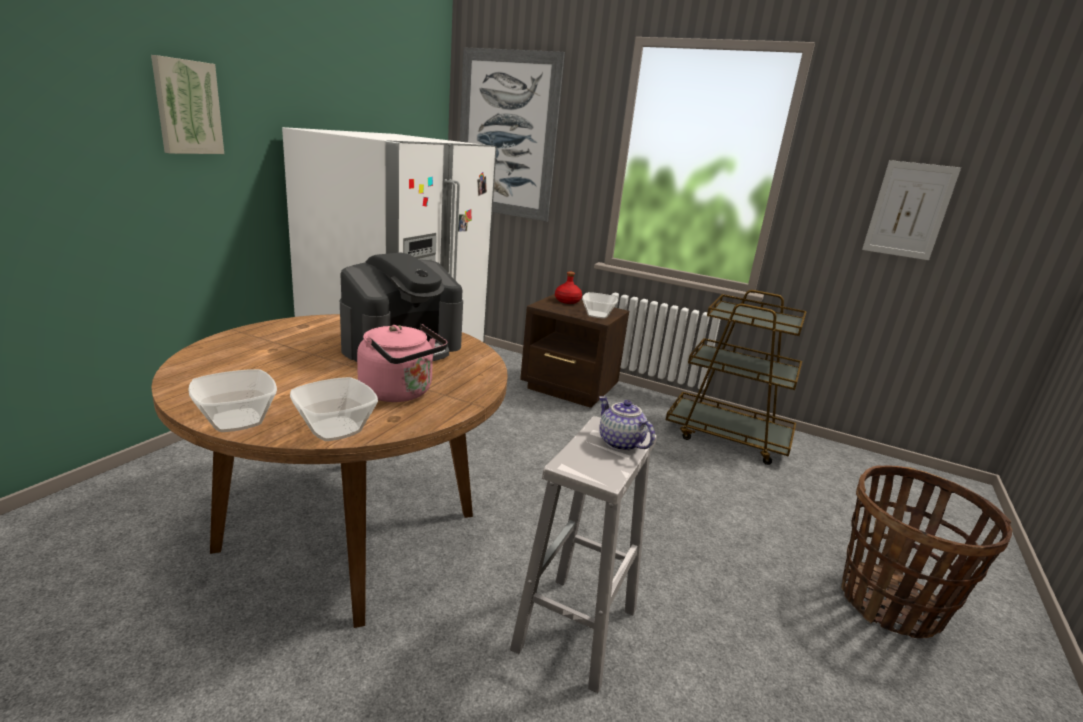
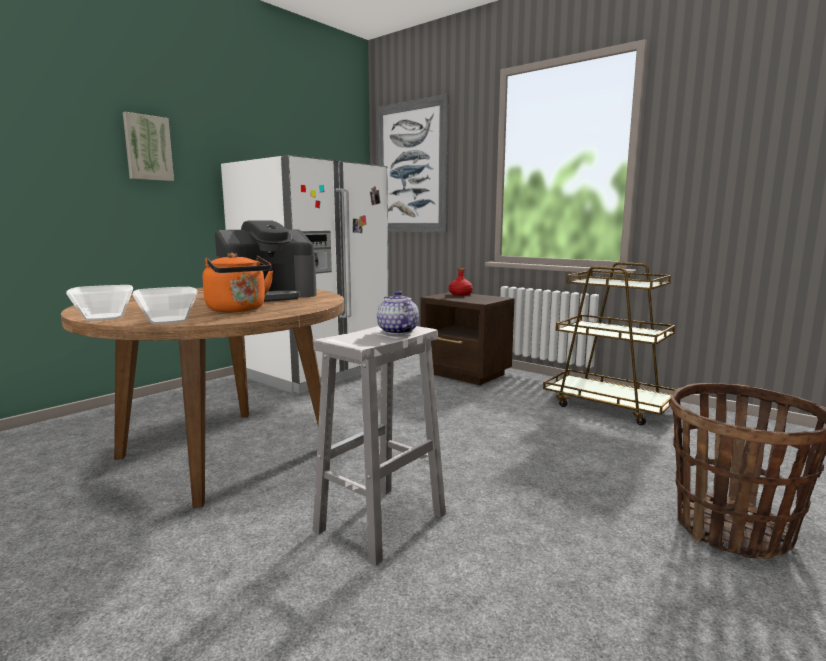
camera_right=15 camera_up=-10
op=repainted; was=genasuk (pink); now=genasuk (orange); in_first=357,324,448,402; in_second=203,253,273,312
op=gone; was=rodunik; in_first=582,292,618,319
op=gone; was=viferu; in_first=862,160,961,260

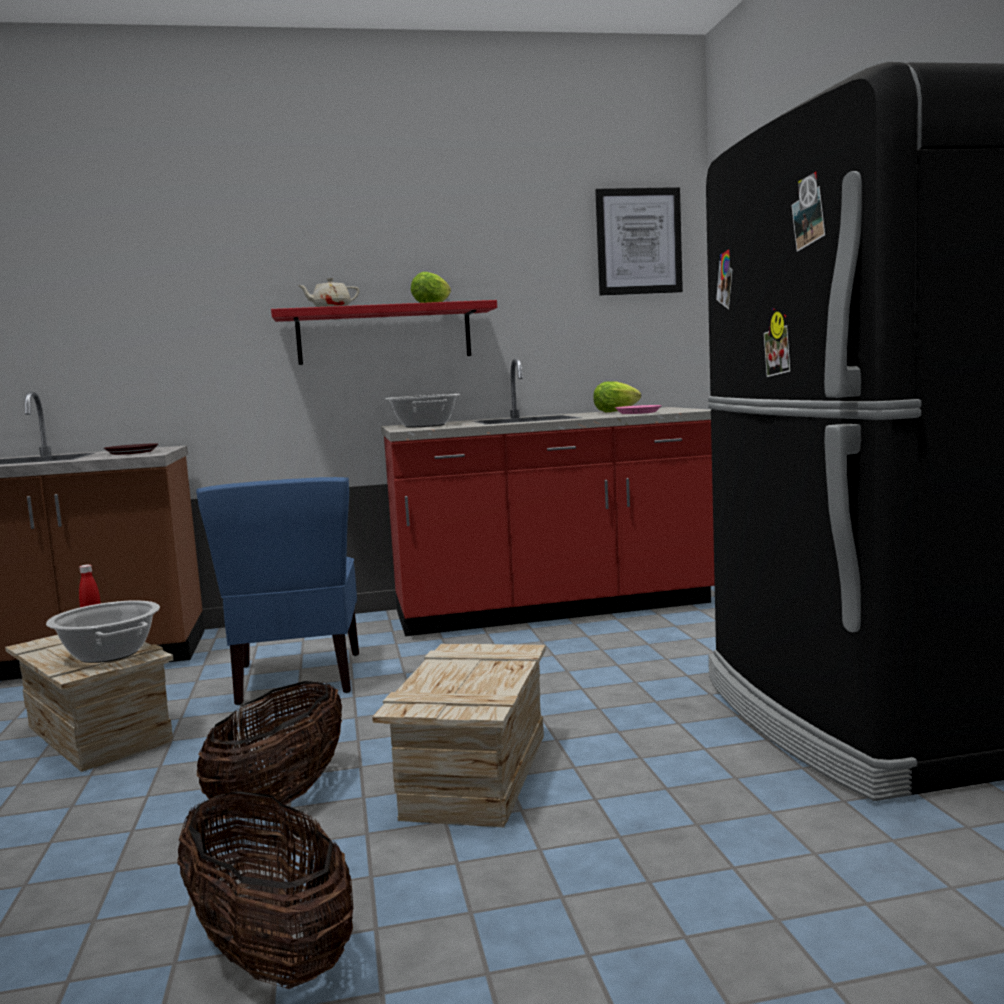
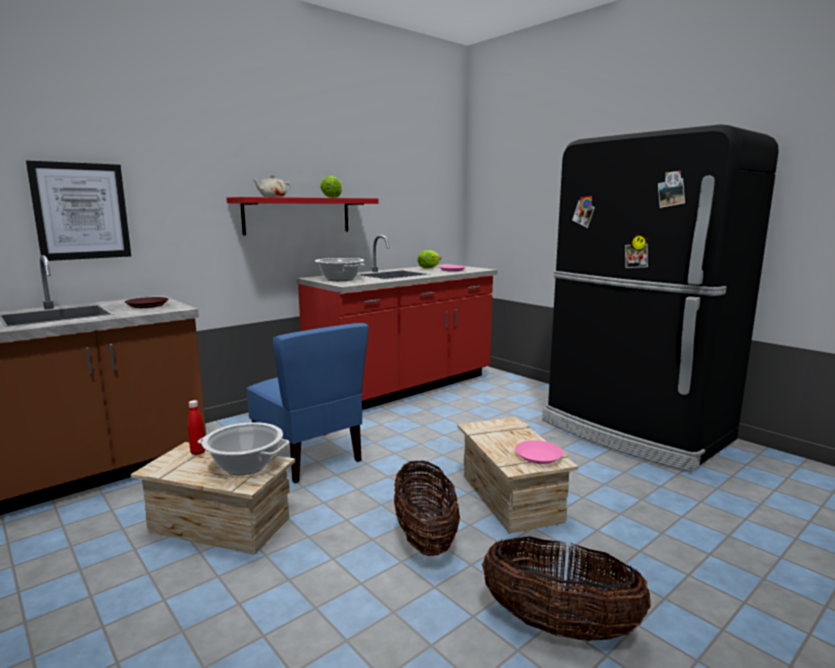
camera_right=-30 camera_up=5
op=shifted; was=viferu; in_first=595,187,683,296; in_second=26,160,131,261
op=new; now=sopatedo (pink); in_second=515,440,564,464

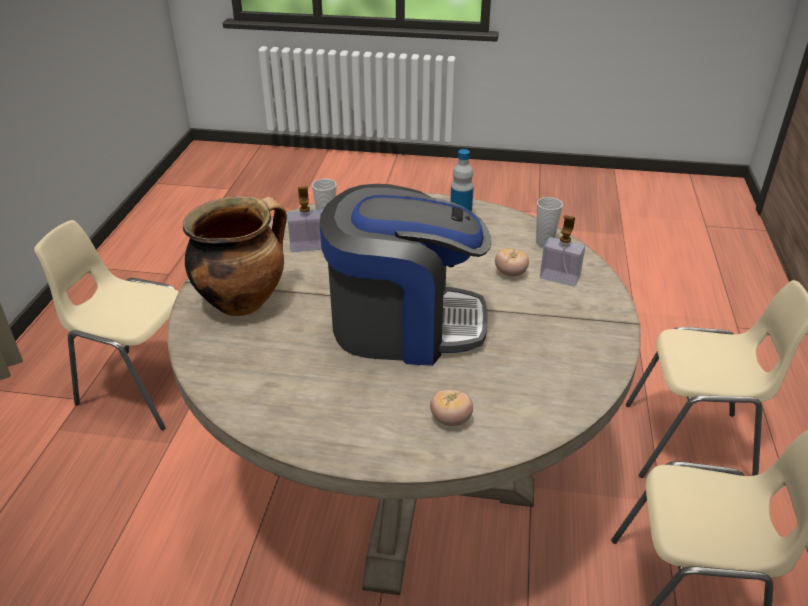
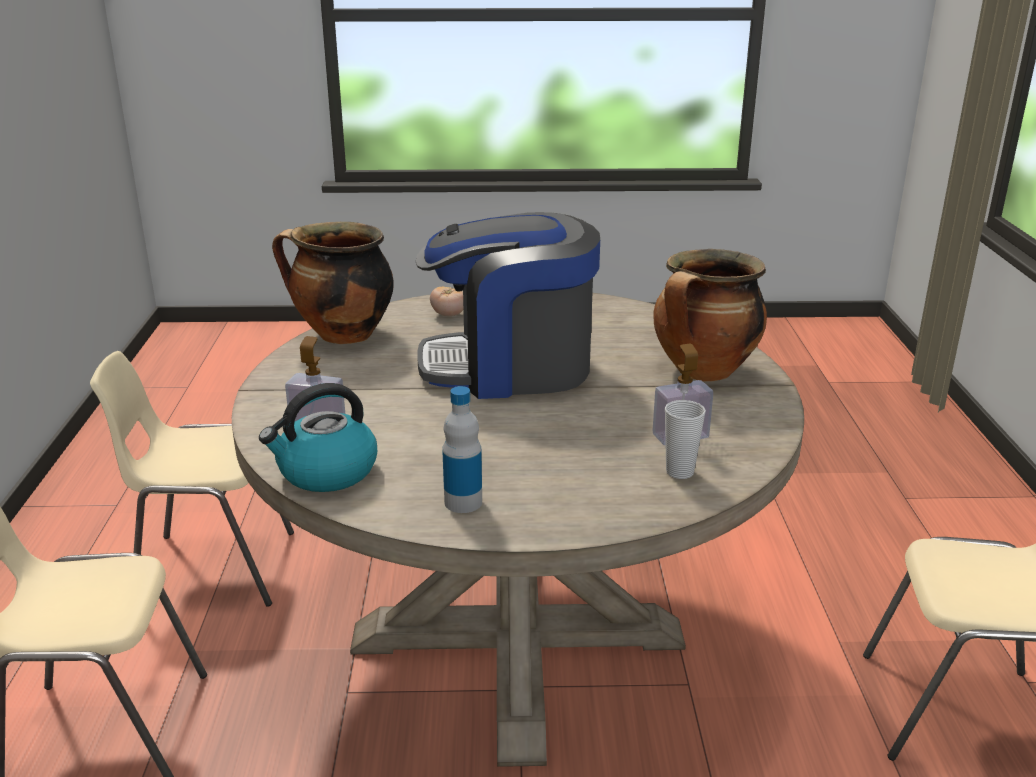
camera_right=170 camera_up=-10
op=swapped; was=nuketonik; now=genasuk; in_first=536,197,563,247; in_second=259,383,377,492
op=new; now=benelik; in_second=272,222,394,344
op=gone; was=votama; in_first=495,249,529,277

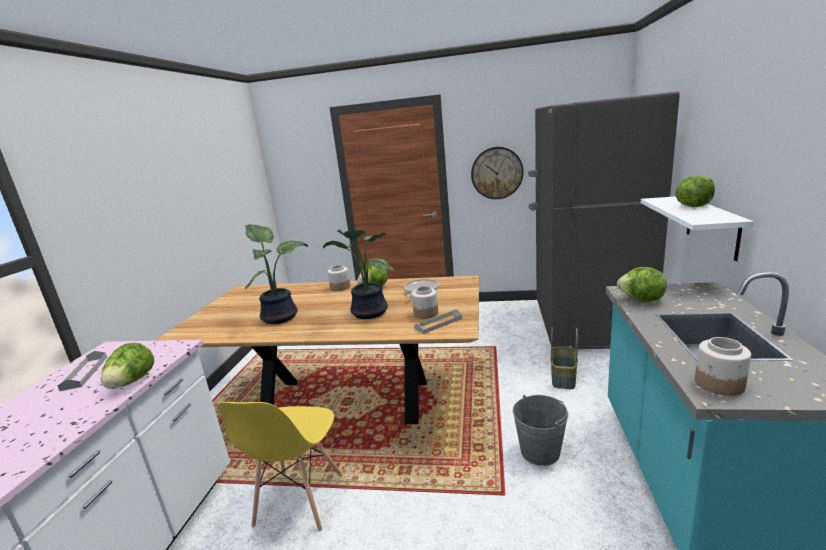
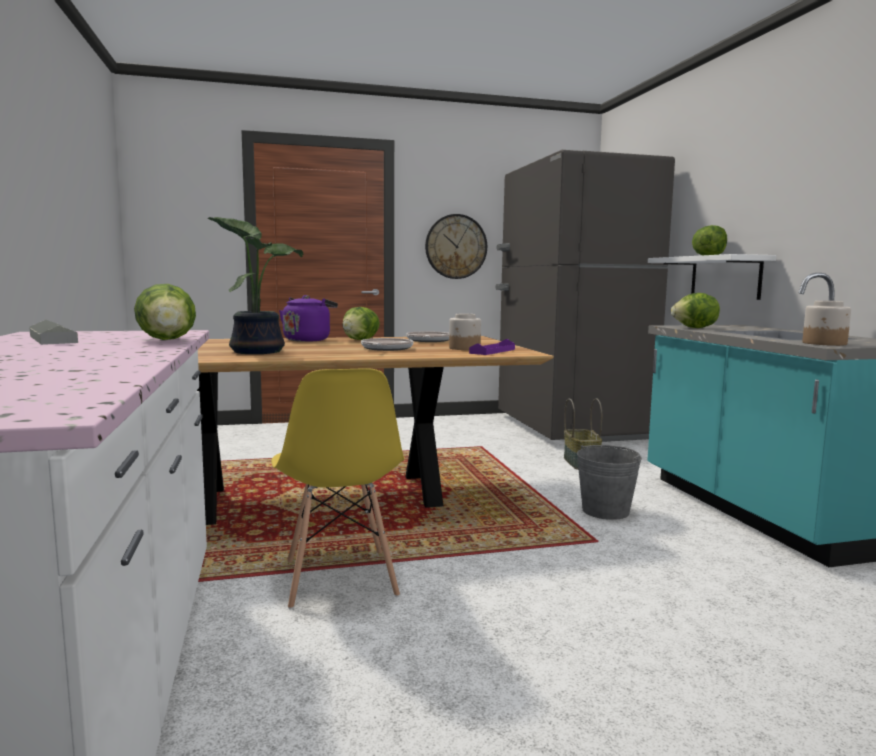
camera_right=-25 camera_up=-10
op=swapped; was=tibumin; now=genasuk (purple); in_first=328,265,350,291; in_second=279,295,338,342
op=swapped; was=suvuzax; now=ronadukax; in_first=323,230,394,319; in_second=361,338,414,351
op=repainted; was=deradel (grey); now=deradel (purple); in_first=414,309,463,334; in_second=469,339,515,355

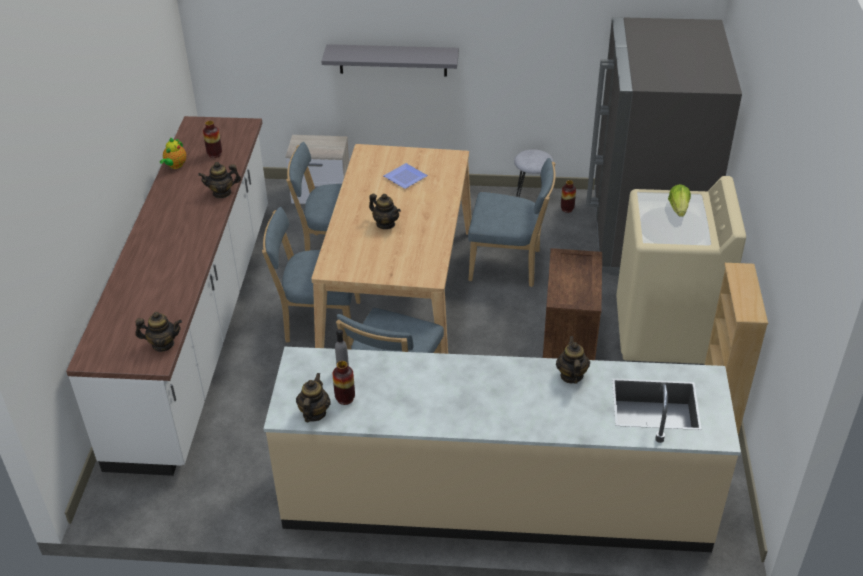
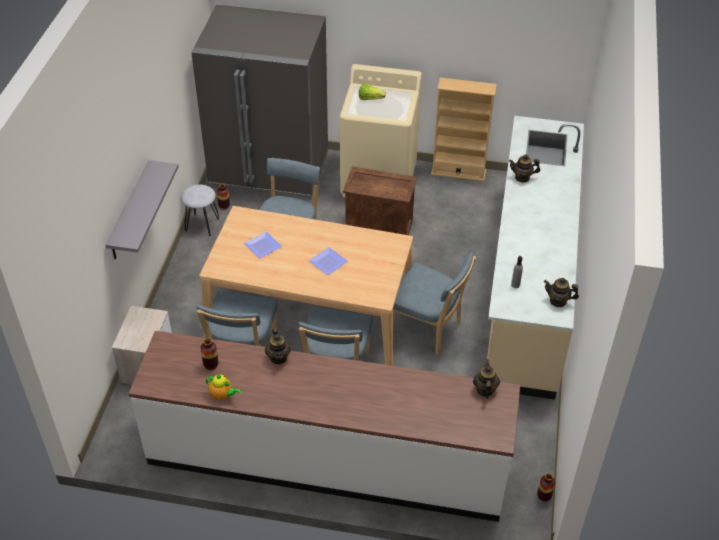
camera_right=-85 camera_up=5
op=swapped; was=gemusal; now=sopatedo; in_first=369,194,401,229; in_second=309,247,348,275
op=shifted; was=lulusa; in_first=333,361,355,405; in_second=537,473,556,502

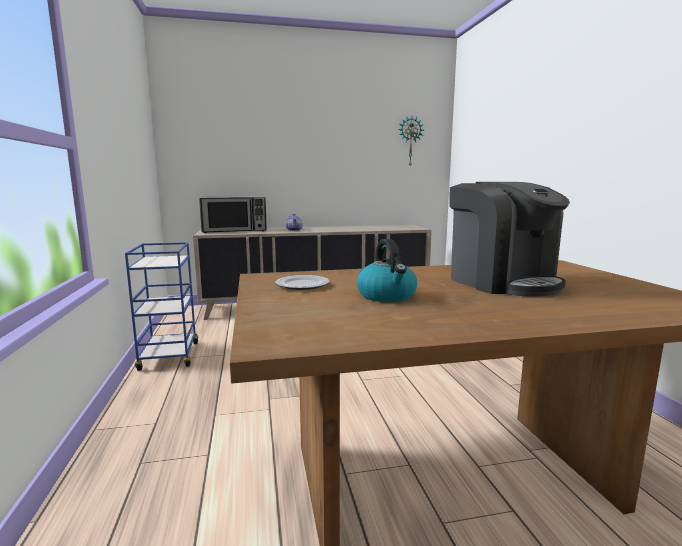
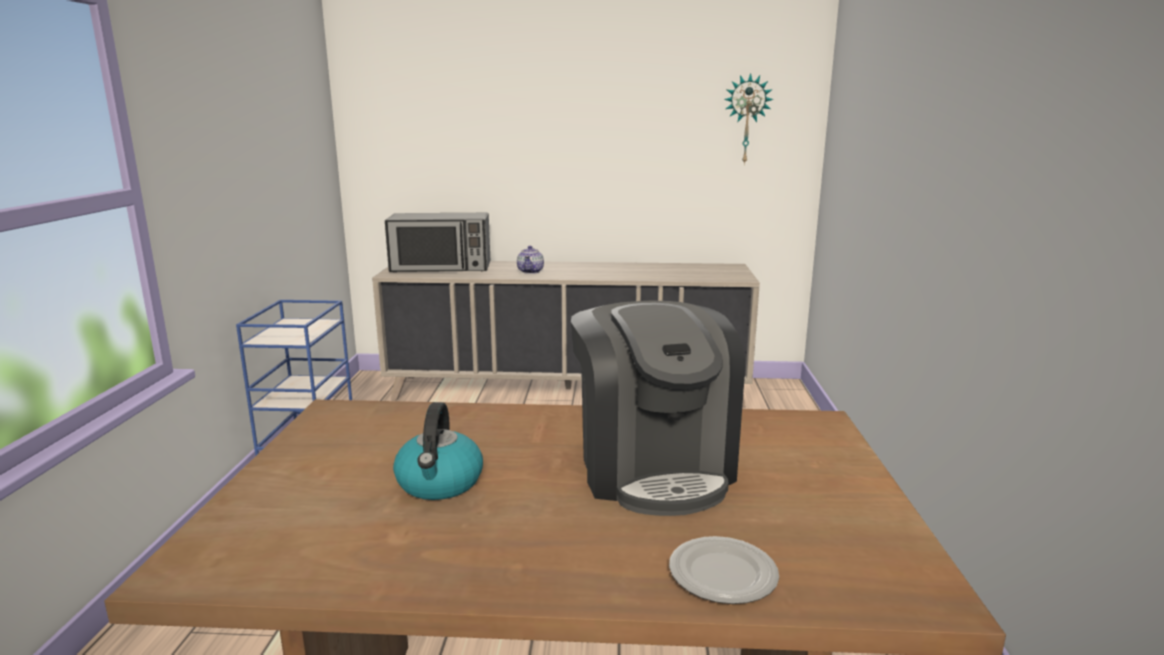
camera_right=15 camera_up=5
op=shifted; was=sopatedo; in_first=275,275,330,290; in_second=669,536,779,604

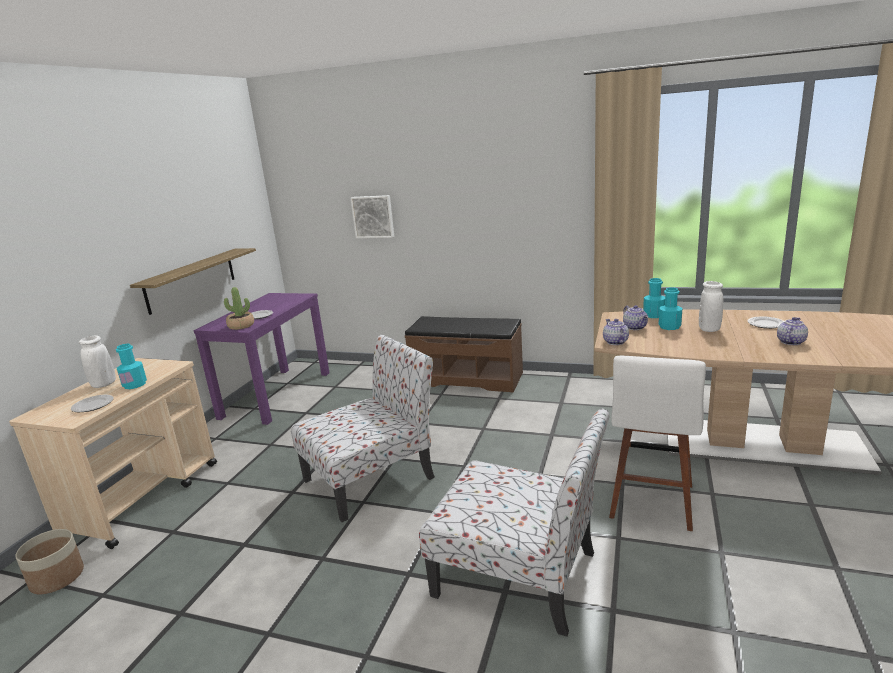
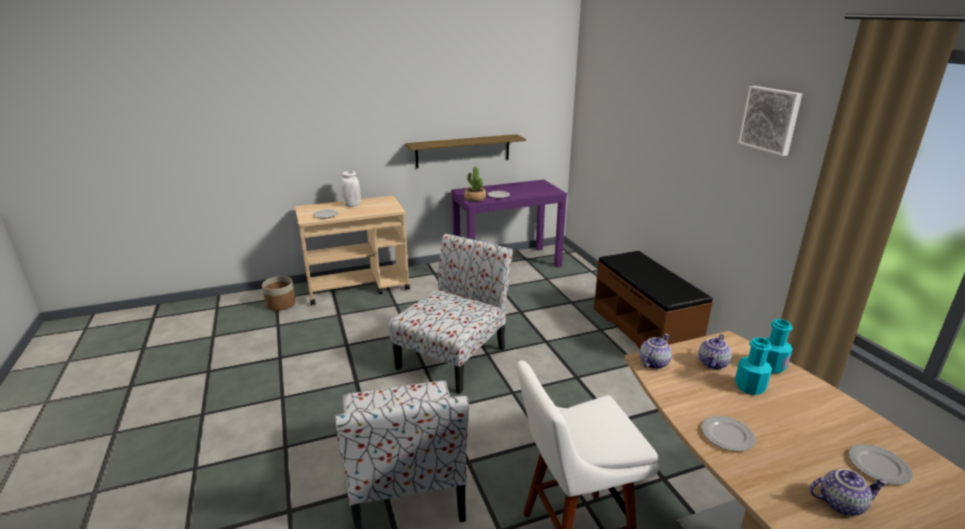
camera_right=50 camera_up=5
op=rotated; was=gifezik; in_first=291,335,435,522; in_second=389,234,513,394; clockwise=-75
op=new; now=sopatedo; in_second=701,416,756,451
op=shifted; was=viferu; in_first=350,195,394,238; in_second=738,86,802,156
op=gone; was=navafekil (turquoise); in_first=116,344,147,389
op=gone; was=lulusa (white); in_first=699,281,723,332

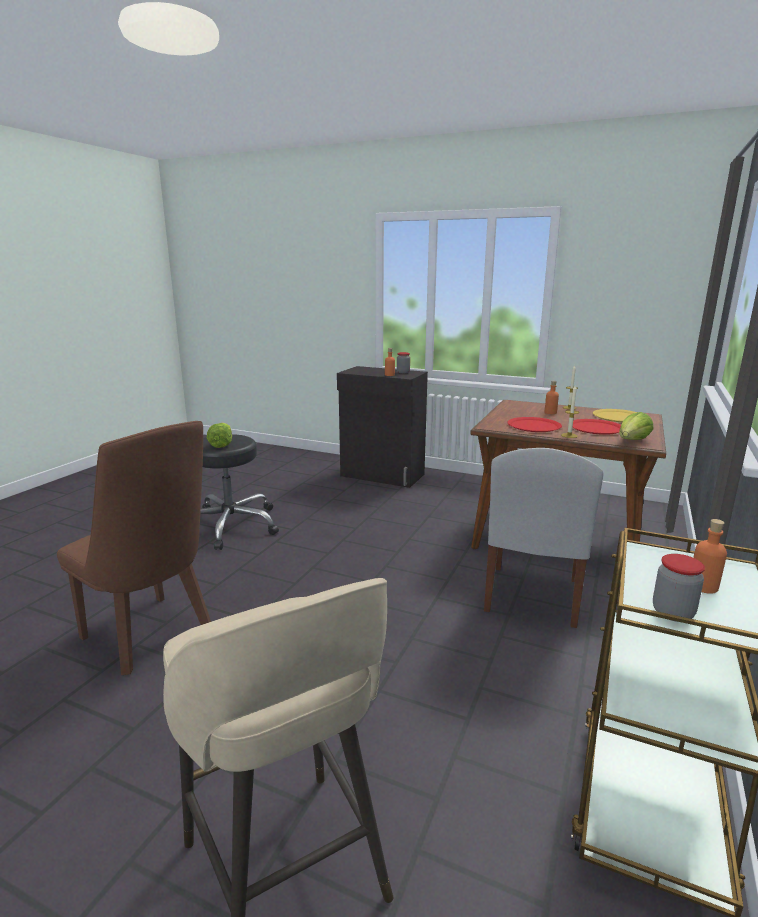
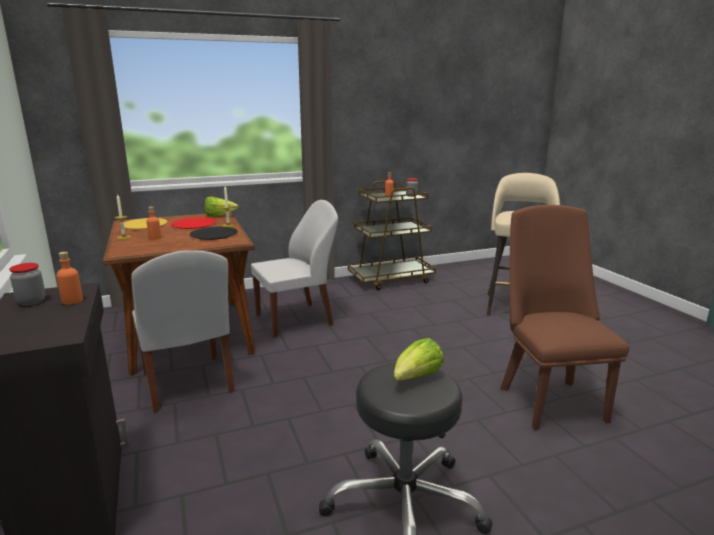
camera_right=-135 camera_up=0
op=new; now=gifezik (white); in_second=131,250,234,412
op=repainted; was=sopatedo (red); now=sopatedo (black); in_first=507,417,562,432; in_second=190,227,238,240

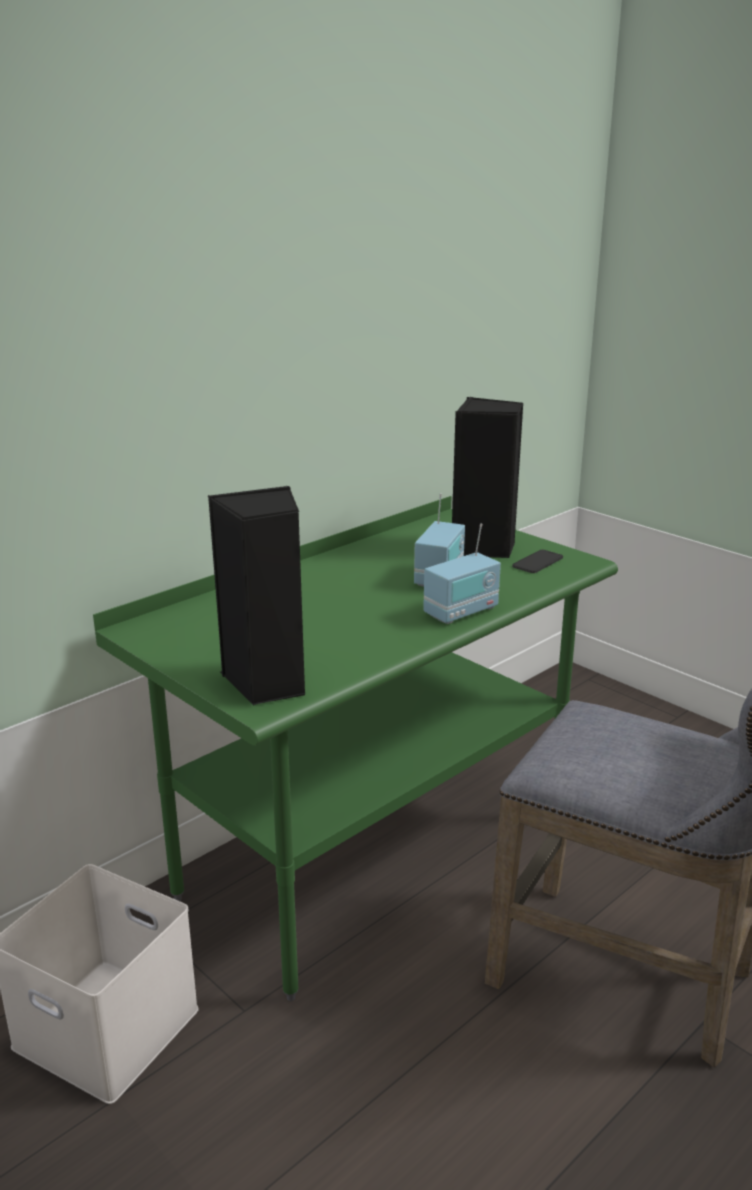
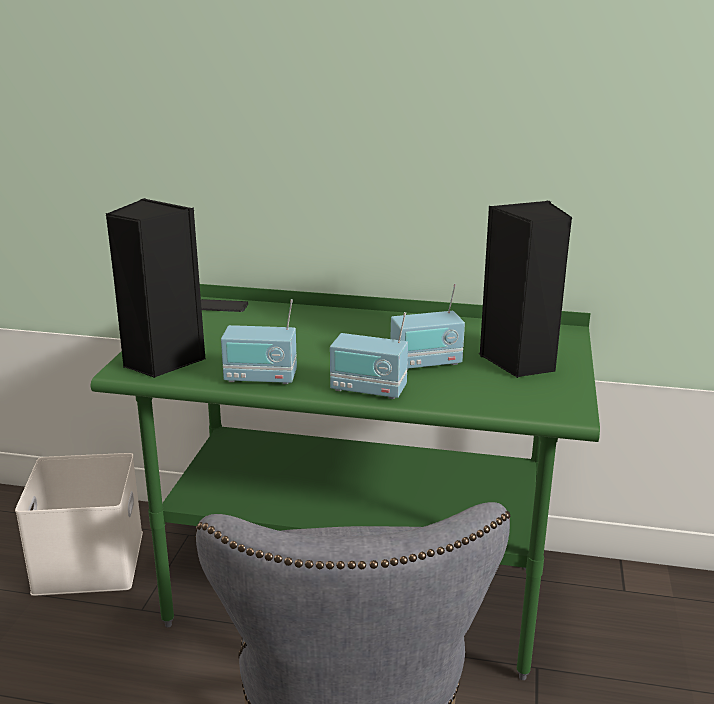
camera_right=55 camera_up=0
op=shifted; was=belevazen; in_first=512,550,563,573; in_second=201,299,248,312
op=new; now=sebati; in_second=221,299,297,384

